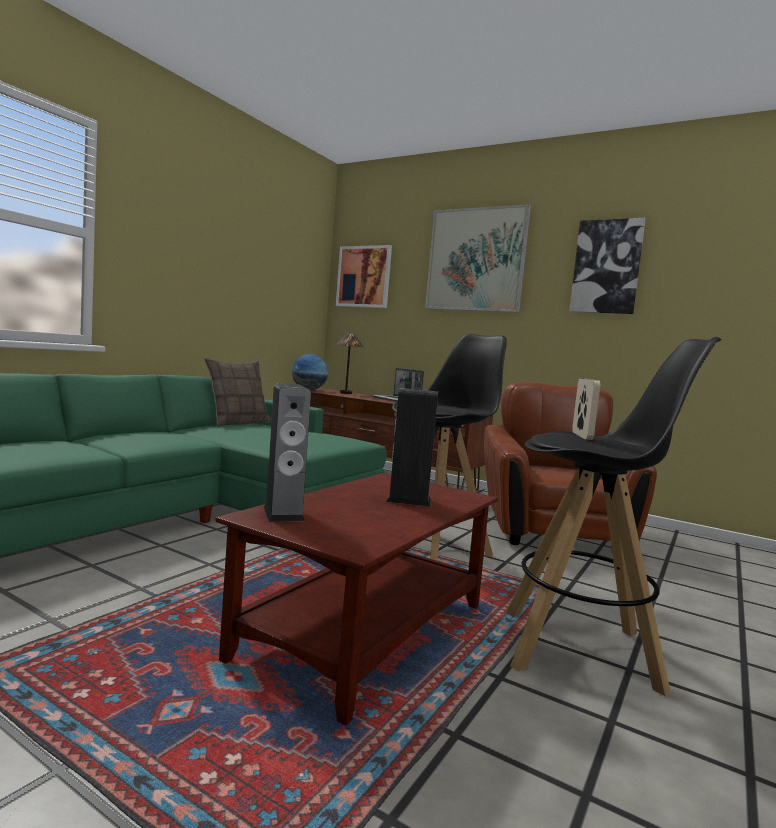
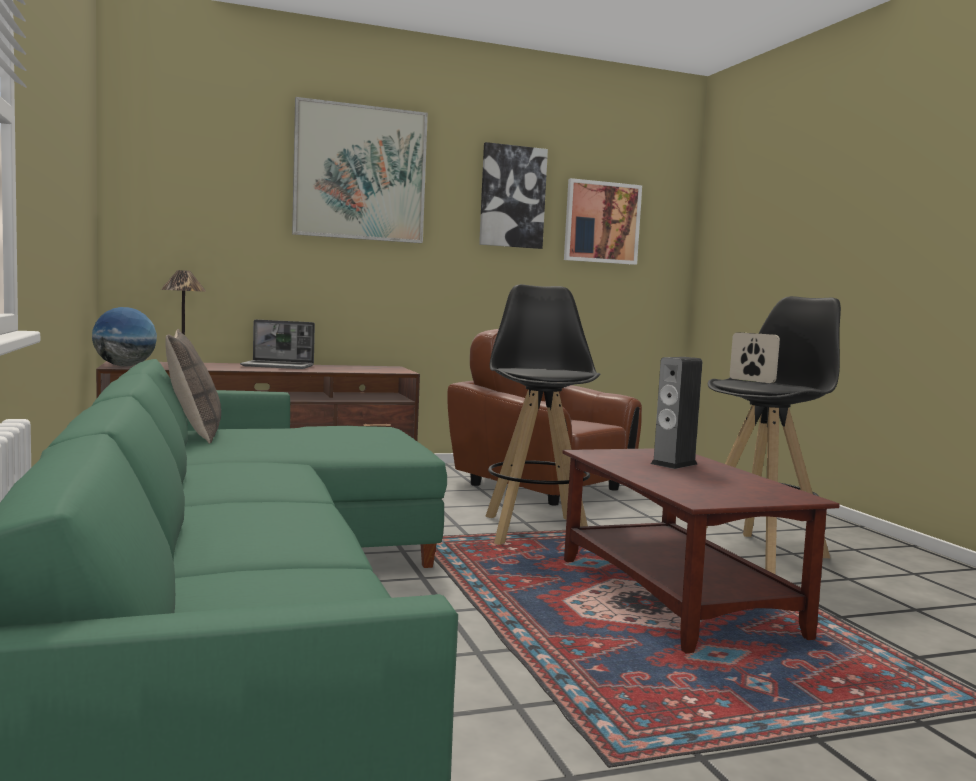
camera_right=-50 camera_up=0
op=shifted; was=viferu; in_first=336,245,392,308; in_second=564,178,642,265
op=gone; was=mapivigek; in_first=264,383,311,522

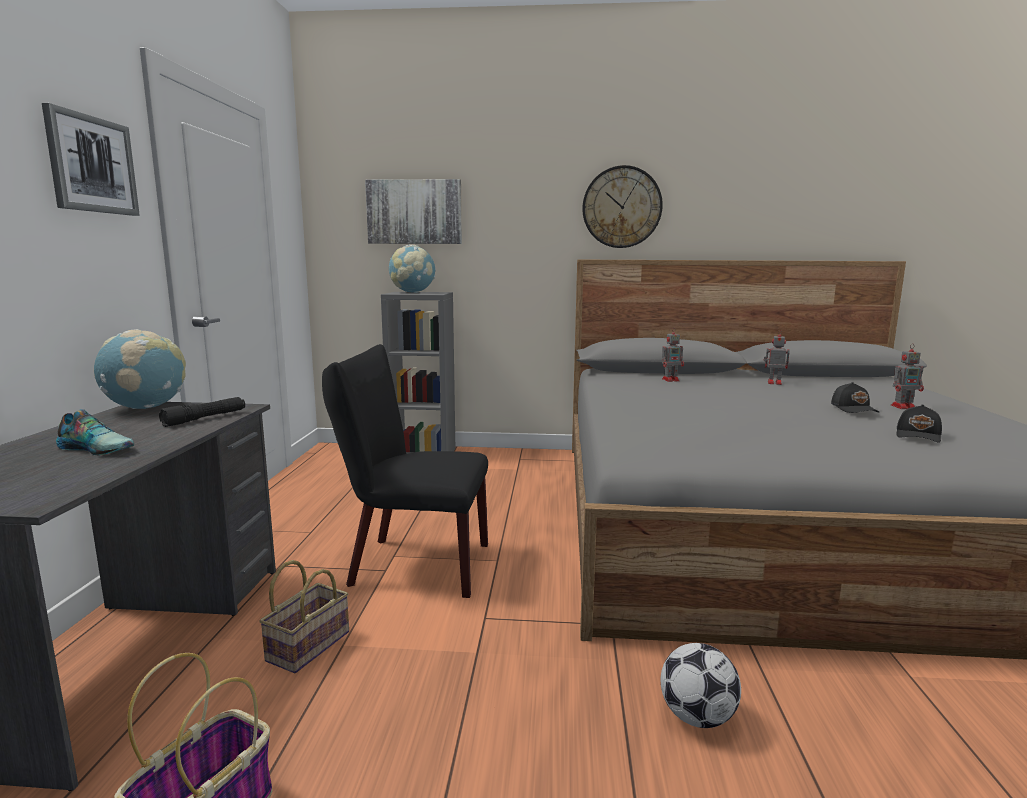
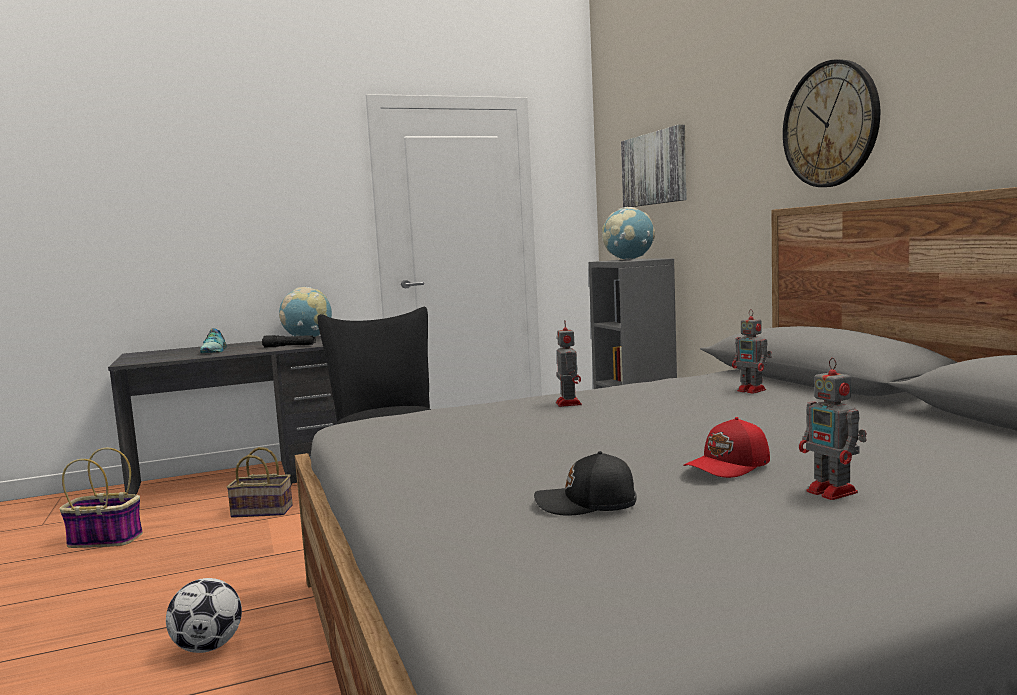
camera_right=65 camera_up=-5
op=shifted; was=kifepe; in_first=764,330,790,385; in_second=556,321,582,407
op=repainted; was=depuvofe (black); now=depuvofe (red); in_first=831,382,879,413; in_second=684,417,770,478
op=gone; was=viferu; in_first=42,103,140,216

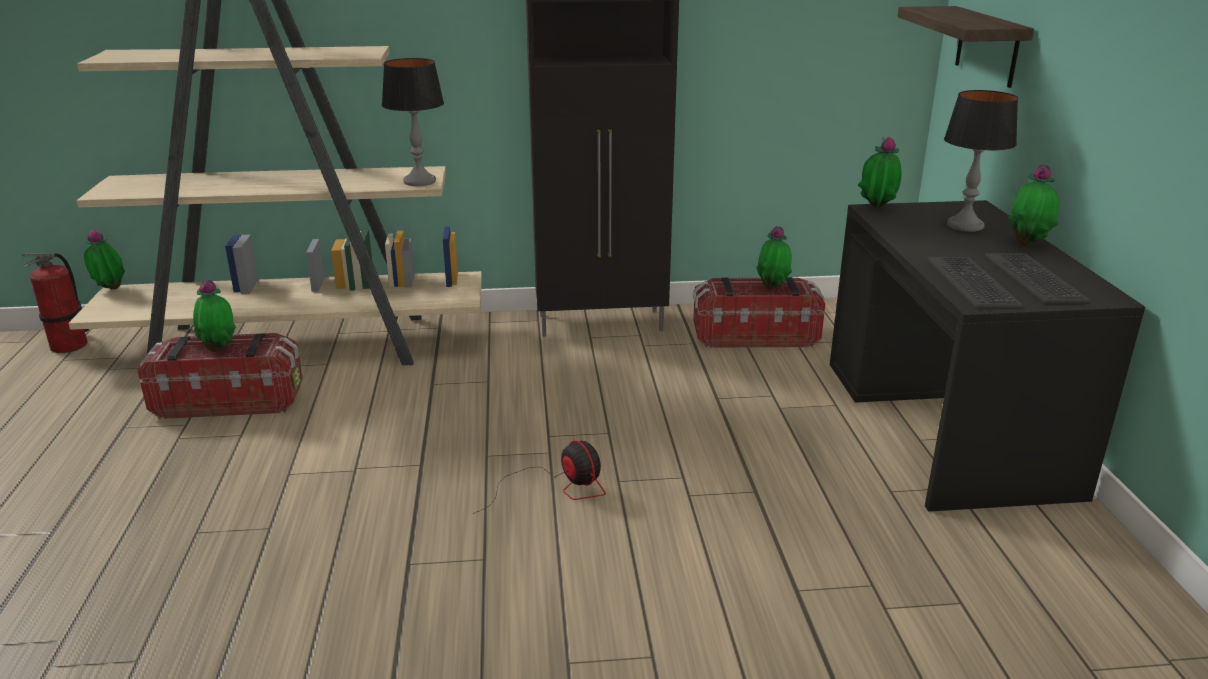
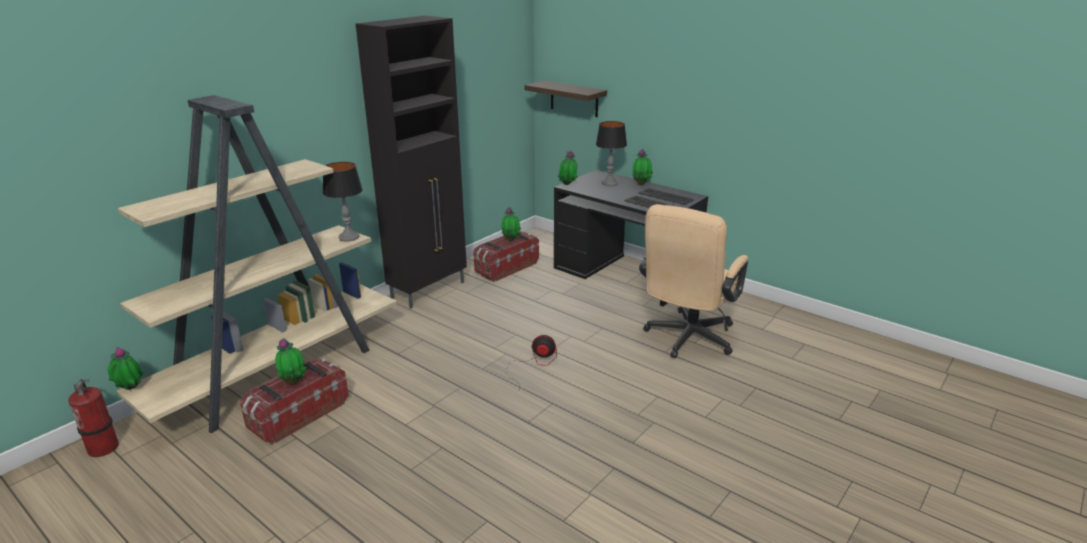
camera_right=-45 camera_up=0
op=new; now=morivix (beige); in_second=639,204,748,358

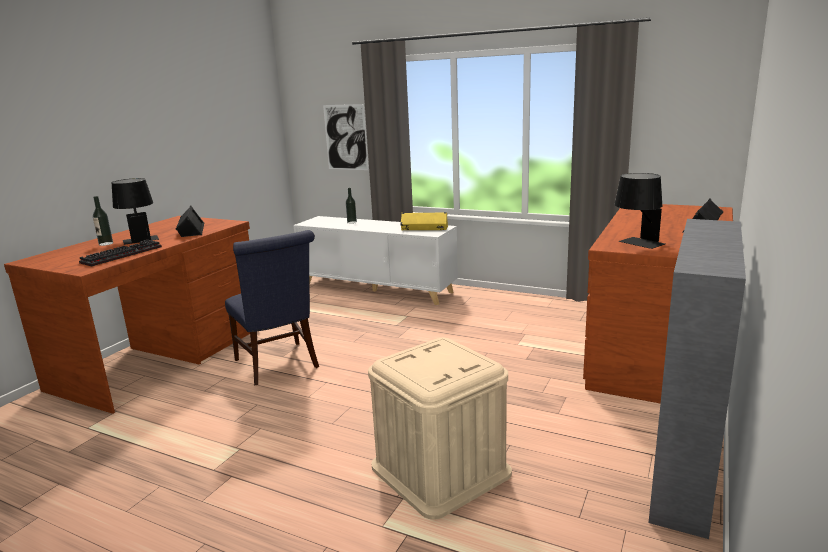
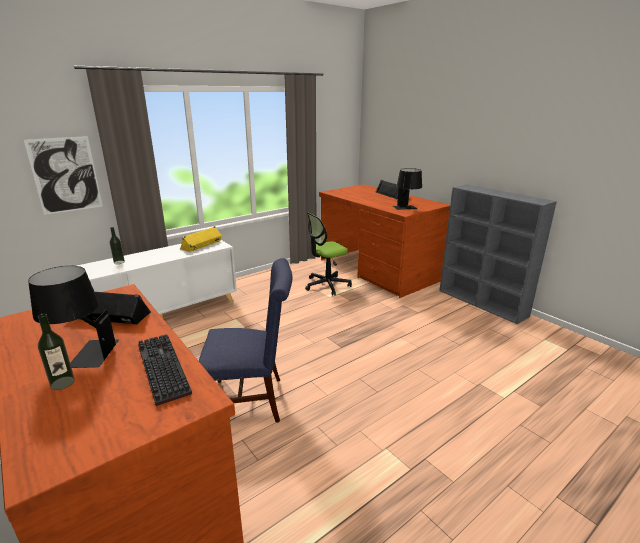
camera_right=-65 camera_up=5
op=new; now=morivix; in_second=305,212,352,296
op=gone; was=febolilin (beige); in_first=368,338,512,520

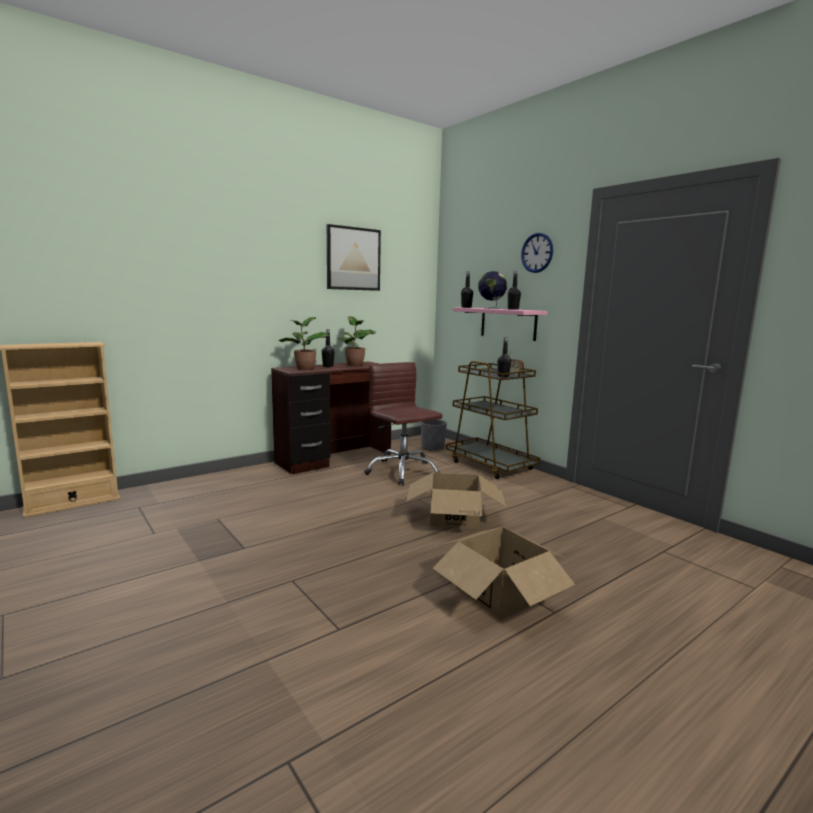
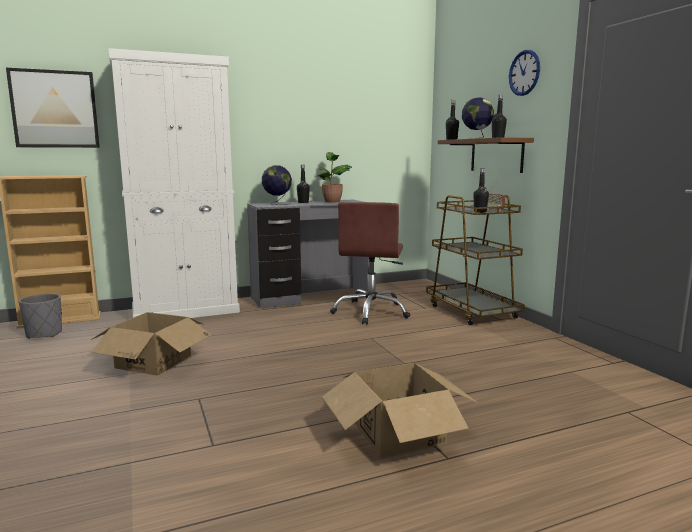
camera_right=15 camera_up=0
op=shifted; was=viferu; in_first=327,224,381,291; in_second=6,68,100,148
op=shifted; was=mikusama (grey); in_first=421,419,447,451; in_second=19,294,62,339
op=shifted; was=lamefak; in_first=406,472,506,529; in_second=91,312,211,376
op=new; now=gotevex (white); in_second=108,48,240,318
op=repainted; was=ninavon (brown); now=ninavon (grey); in_first=271,361,391,475; in_second=247,200,369,309
op=swapped; was=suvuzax; now=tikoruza; in_first=279,317,329,370; in_second=262,165,292,205
op=rotated; was=morivix (brown); in_first=364,362,443,485; in_second=330,202,410,324; clockwise=-150
op=repainted; was=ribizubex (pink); now=ribizubex (brown); in_first=453,308,547,341; in_second=438,137,534,173

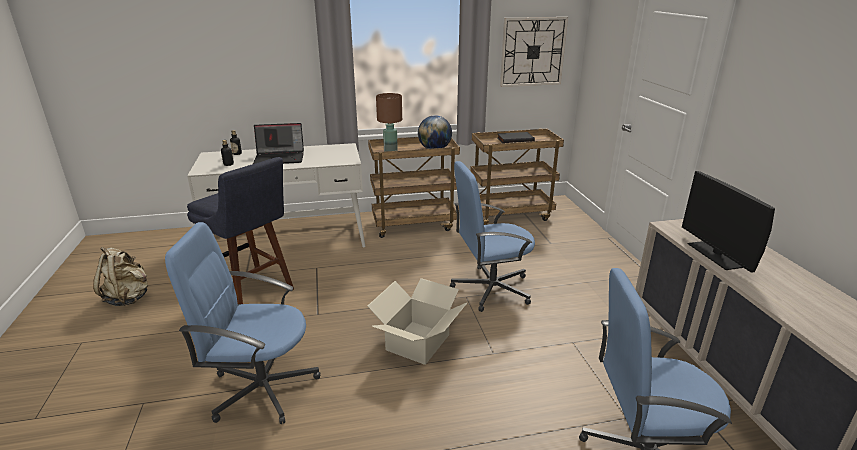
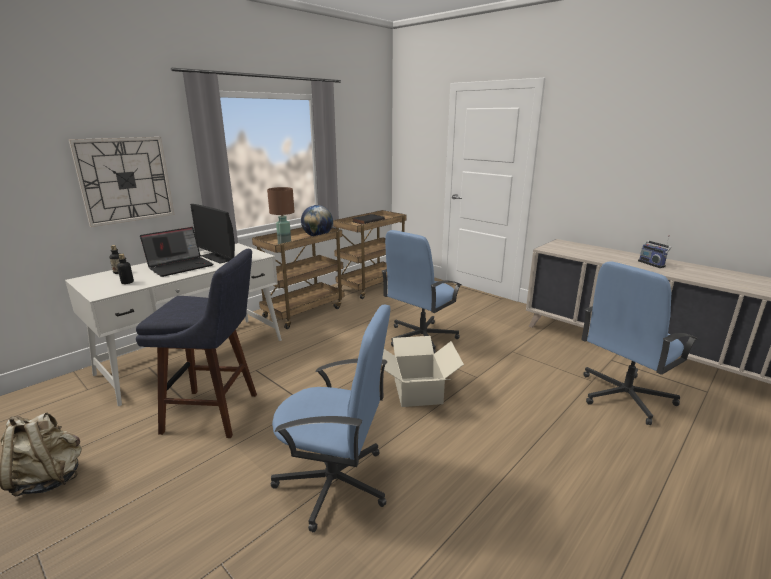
camera_right=-35 camera_up=-5
op=shifted; was=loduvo; in_first=500,17,568,87; in_second=68,137,175,227
op=shifted; was=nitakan; in_first=682,171,775,273; in_second=190,204,235,264
op=rotated; was=morivix (blue); in_first=165,222,320,424; in_second=271,305,391,532; clockwise=-135
op=new; now=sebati; in_second=638,235,671,268

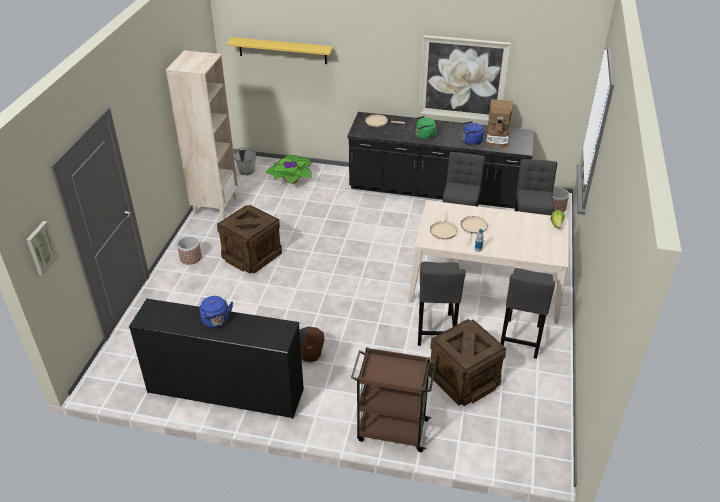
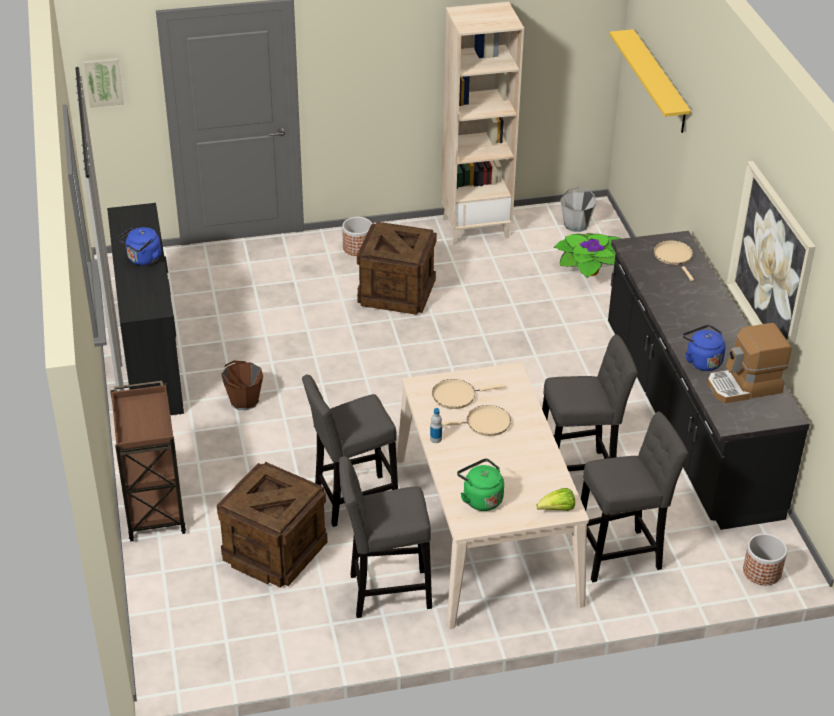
camera_right=65 camera_up=0
op=shifted; was=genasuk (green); in_first=413,116,436,140; in_second=457,458,504,511

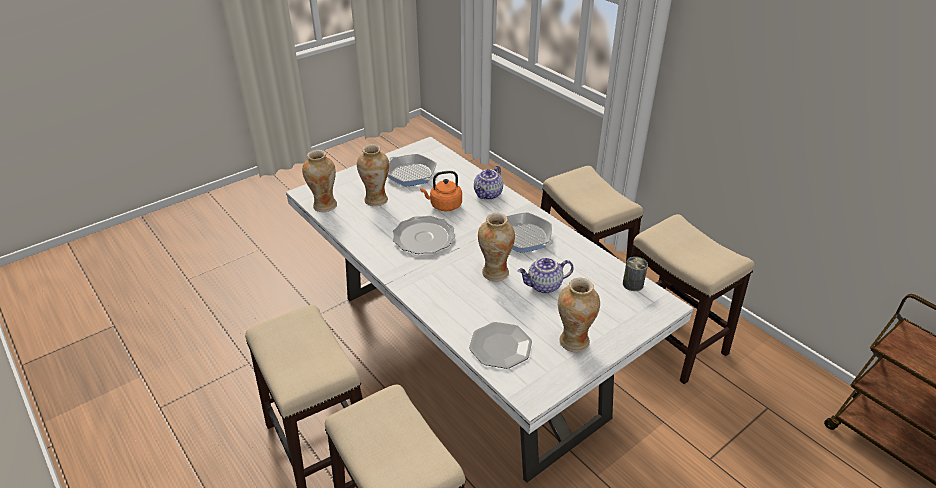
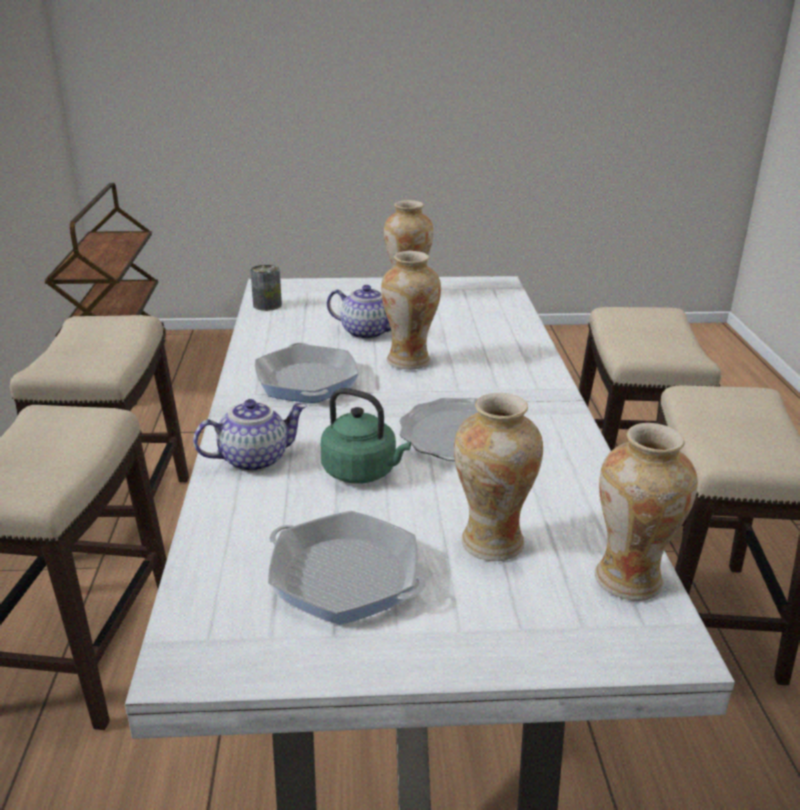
camera_right=-145 camera_up=-10
op=rotated; was=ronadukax; in_first=388,154,437,187; in_second=268,511,426,625; clockwise=-45
op=repainted; was=genasuk (orange); now=genasuk (green); in_first=420,171,462,211; in_second=321,388,411,484
op=gone; was=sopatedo; in_first=469,322,532,369

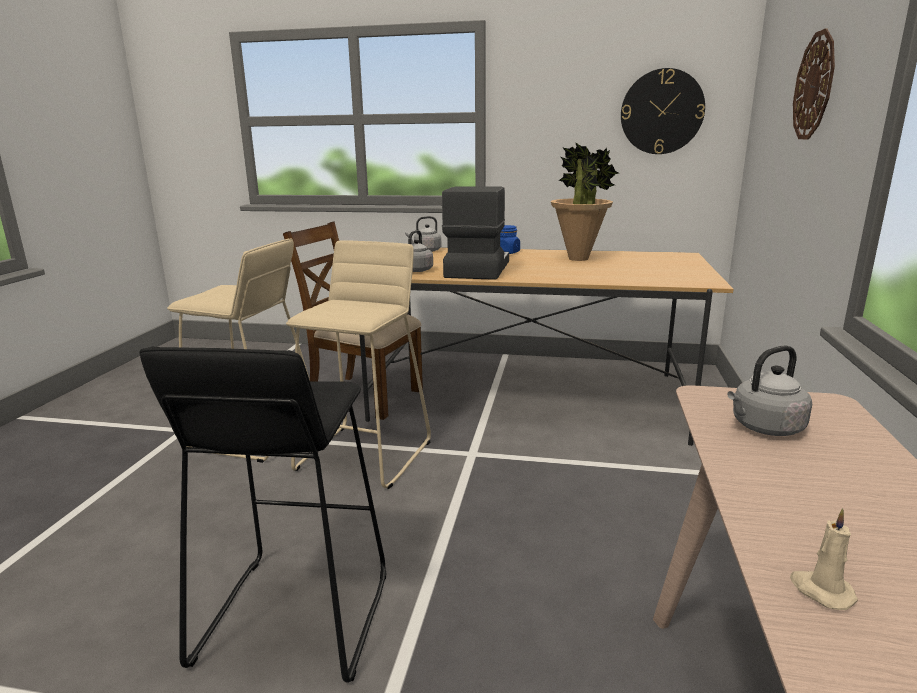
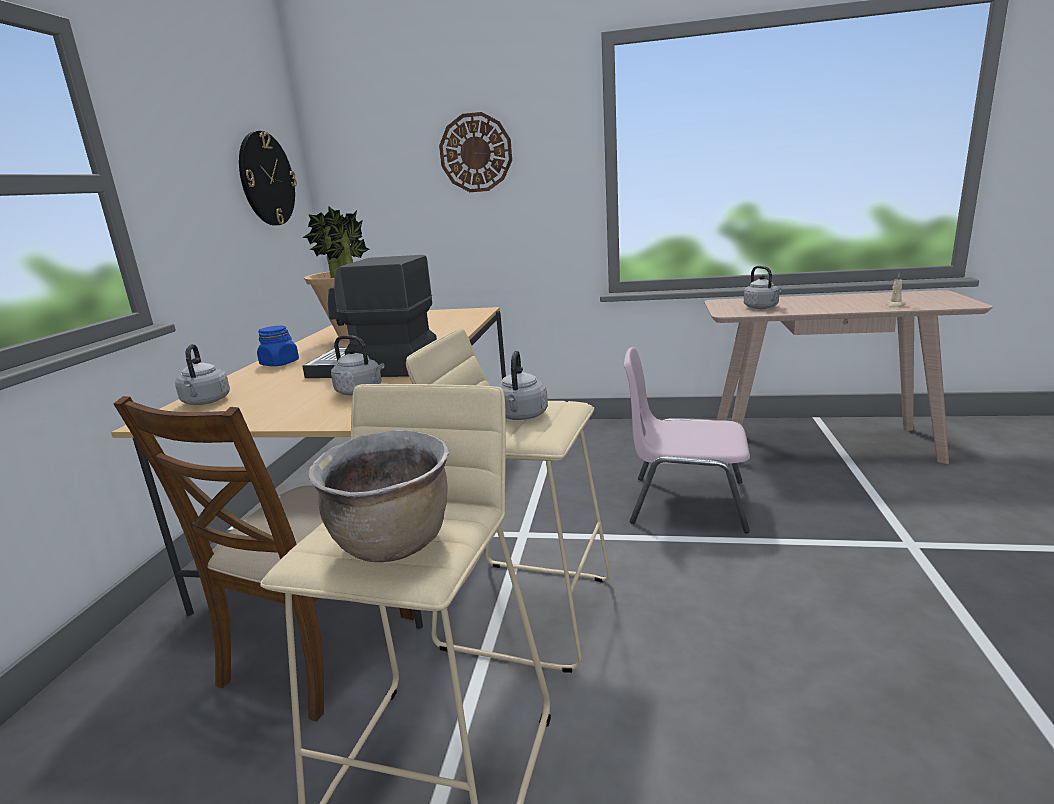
camera_right=-90 camera_up=0
op=new; now=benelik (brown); in_second=308,430,449,562
op=new; now=genasuk (grey); in_second=497,351,548,420
op=new; now=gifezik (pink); in_second=624,347,750,533
op=gone; was=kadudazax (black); in_first=139,347,386,683

